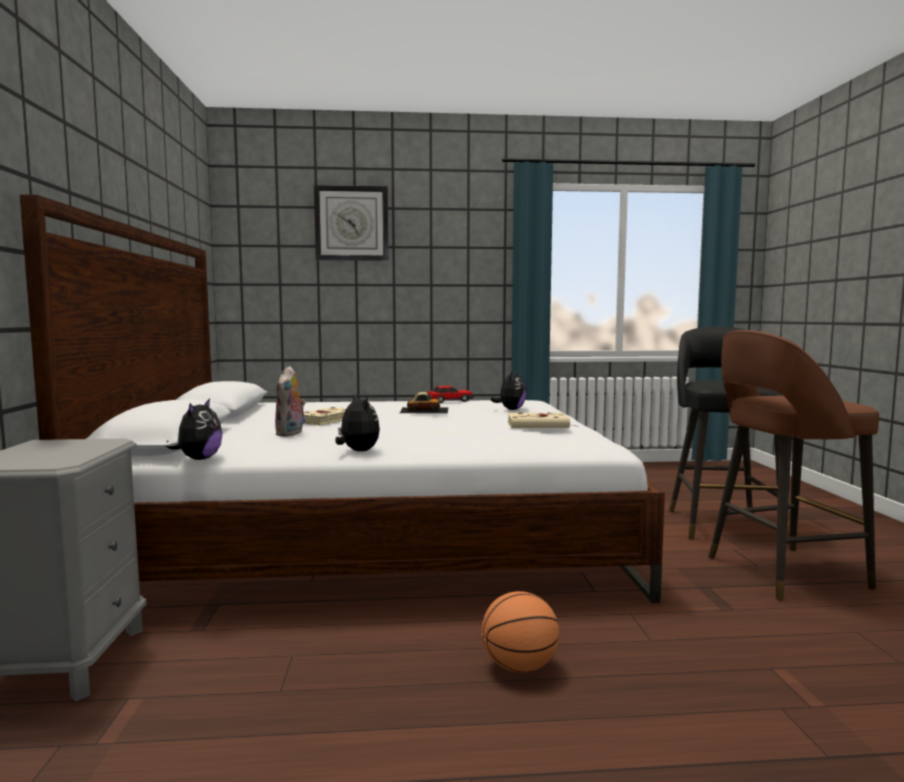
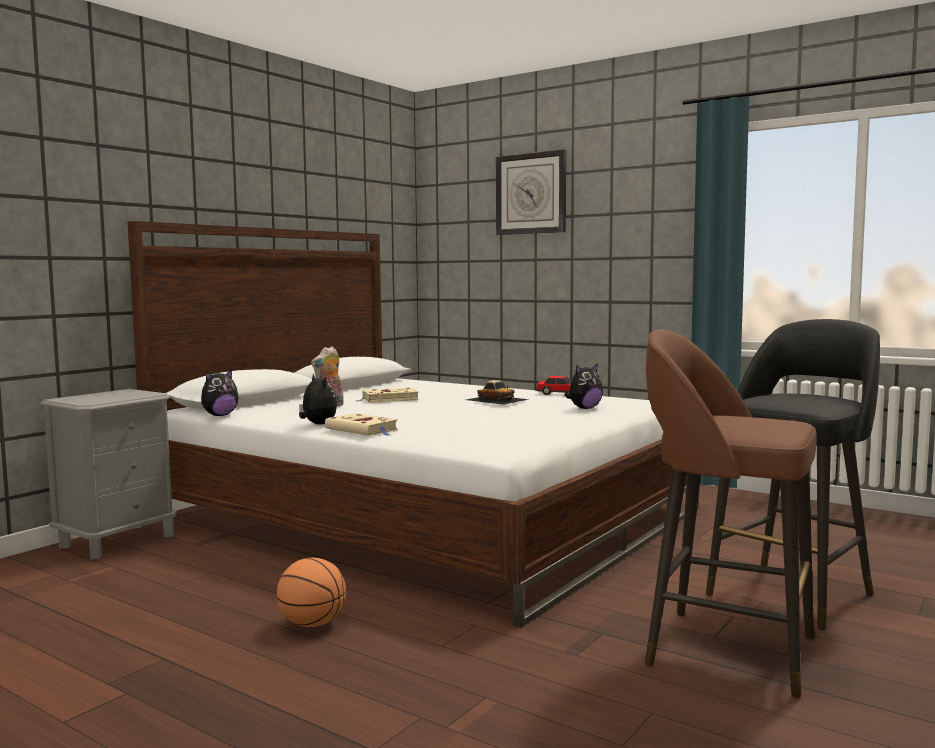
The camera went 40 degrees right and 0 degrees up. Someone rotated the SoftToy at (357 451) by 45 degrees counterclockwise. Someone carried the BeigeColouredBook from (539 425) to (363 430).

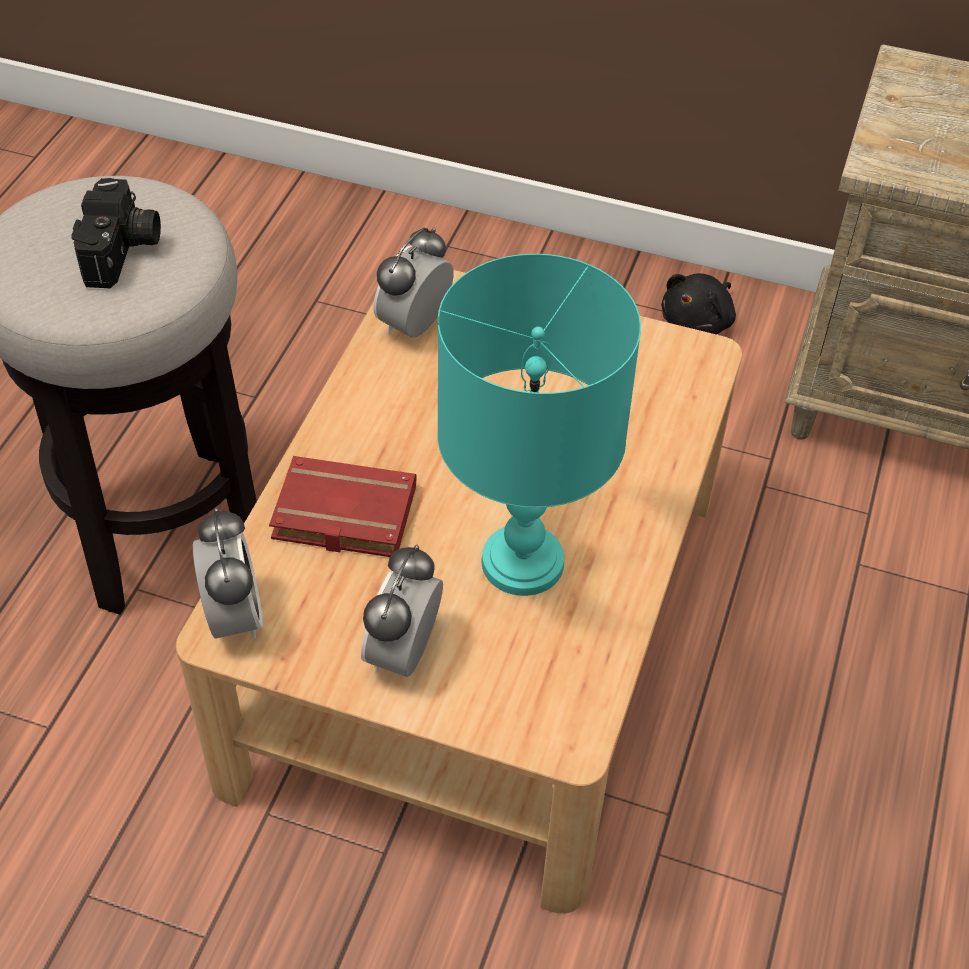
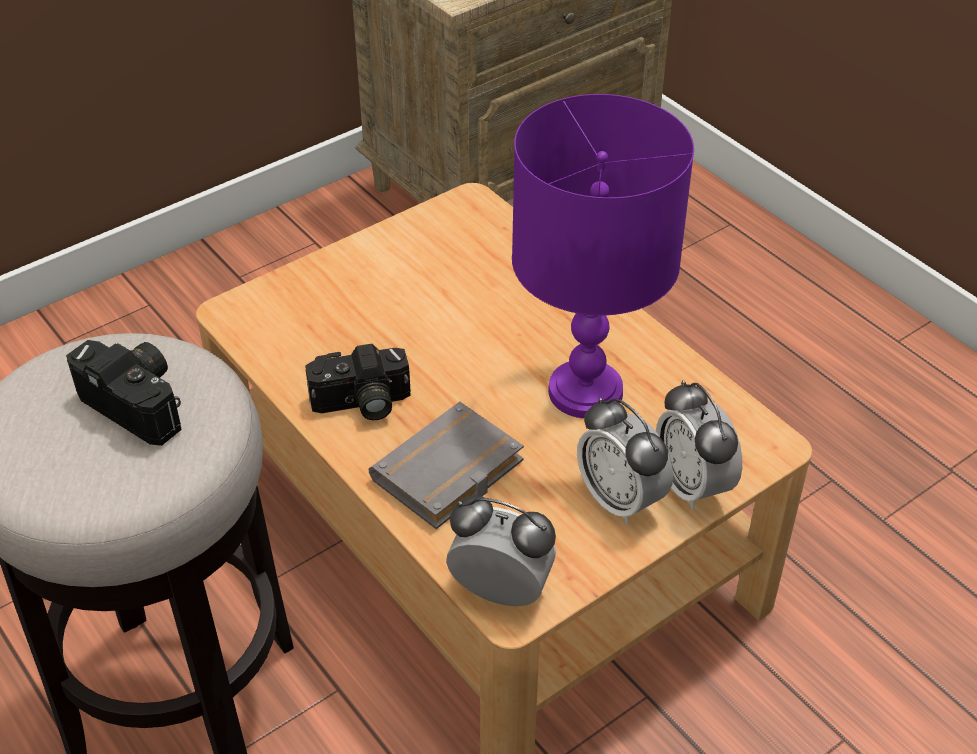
The camera went 55 degrees left and 5 degrees down. Someone put down the StillCamera at (361 404). Someone repainted the ReddishBook at (341 516), which became the GrayBook at (448 475). Someone repainted the TurquoiseColouredLampForATable at (524 563), which became the PurplishLampForATable at (587 391). Someone carried the AlarmClock from (414 326) to (692 485). Someone took away the BlackishSoftToy at (698 322).

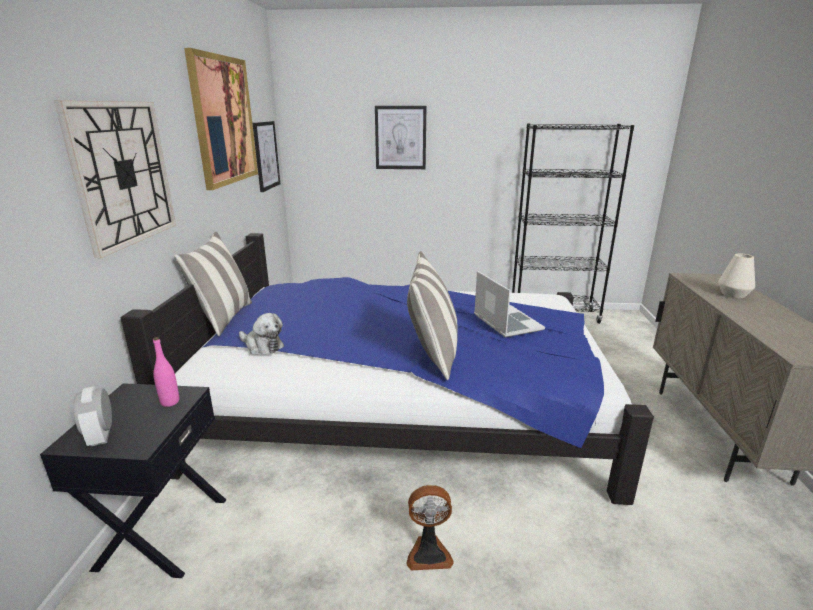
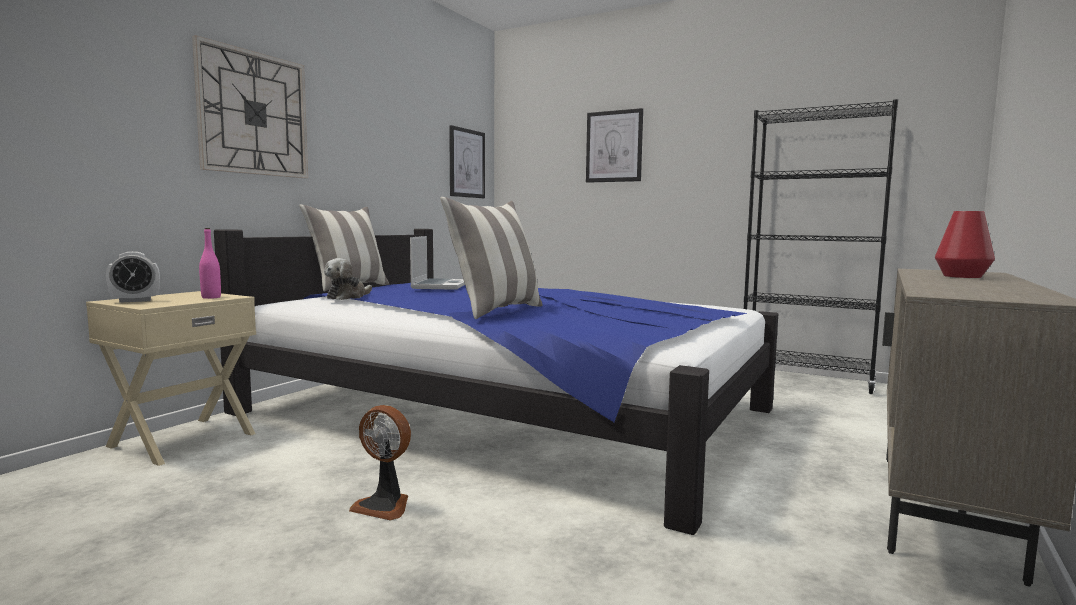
The camera went 25 degrees right and 15 degrees down. Someone repainted the BlackishBedsideTable at (161 532), which became the BeigeColouredBedsideTable at (182 439). Someone rotated the AlarmClock at (101 436) by 120 degrees counterclockwise. Someone rotated the SoftToy at (262 346) by 60 degrees clockwise. Someone carried the NotebookComputer from (506 322) to (439 286). Someone repainted the WhiteVase at (733 295), which became the ReddishVase at (961 276). Someone took away the WallPicture at (224 121).

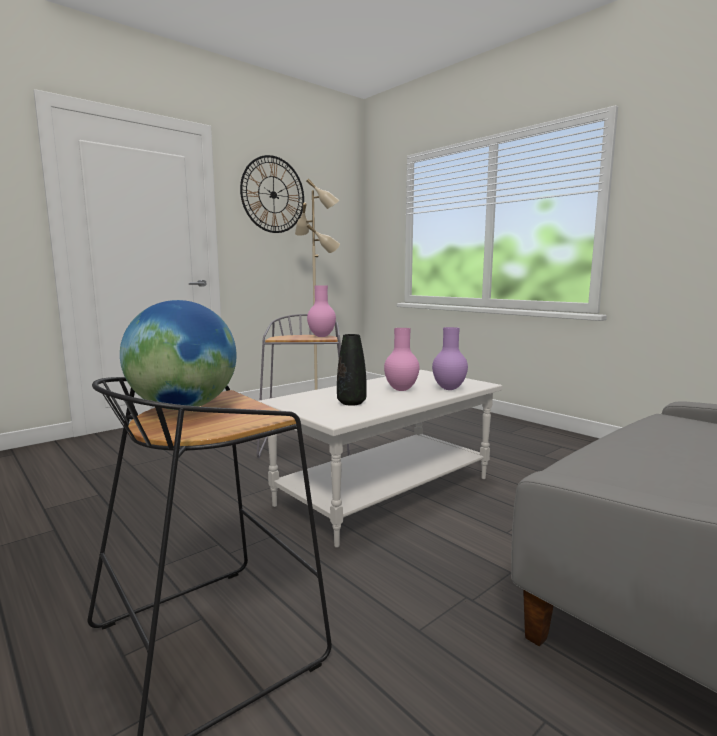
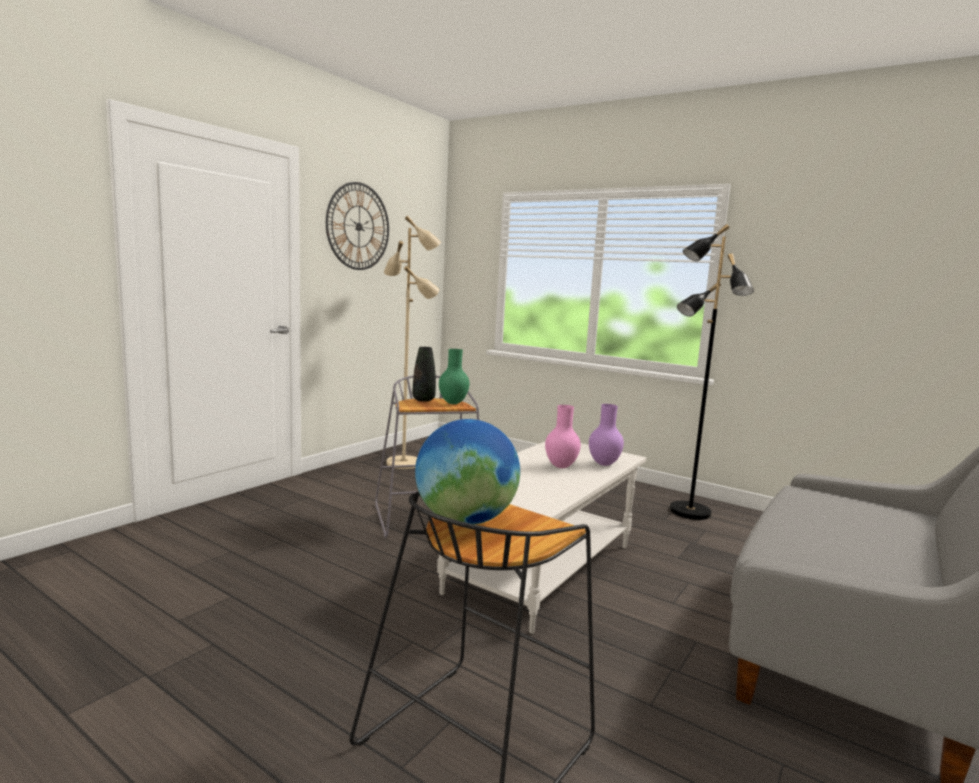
The camera went 15 degrees left and 0 degrees up. Someone carried the BlackishVase from (351 403) to (423 400). Someone repainted the PinkVase at (322 336), which became the GreenVase at (454 403). Someone put down the BlackishFloorLamp at (689 512).

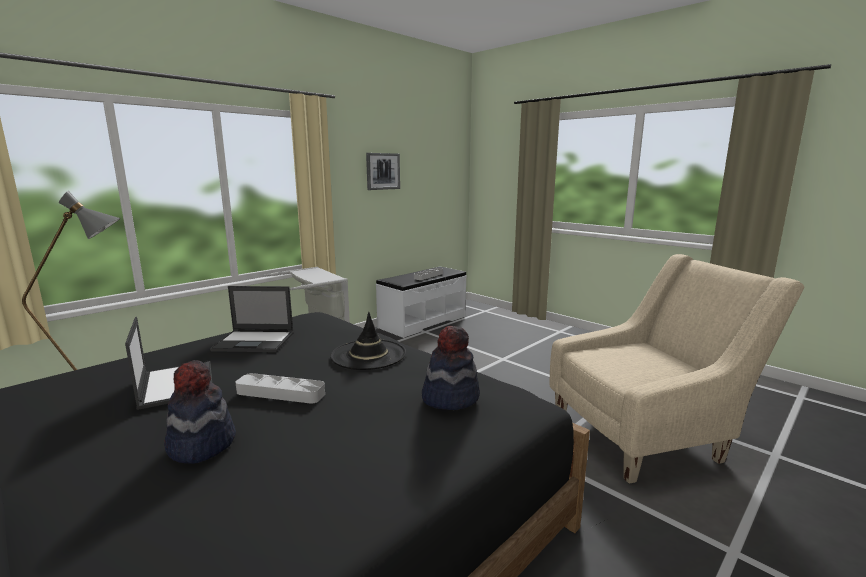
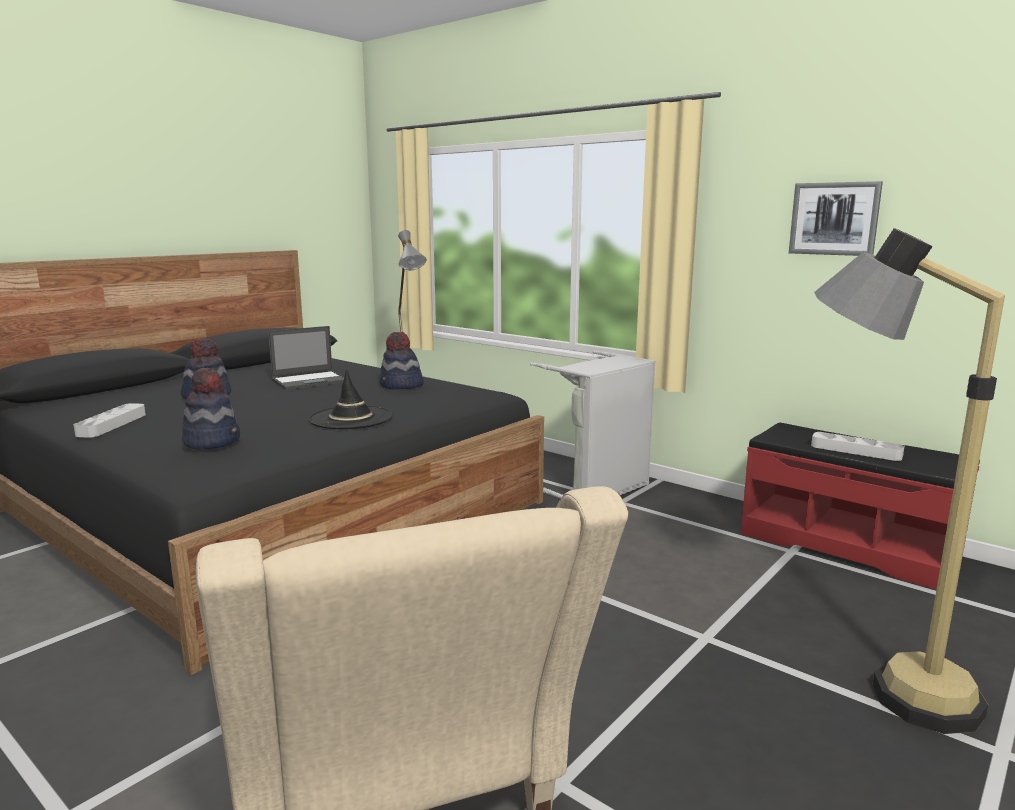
The camera went 85 degrees right and 0 degrees up. Someone carried the GrayCarryingTray from (280 393) to (112 424). Someone swapped the NotebookComputer at (255 341) for the ClothingHat at (401 386). Someone repainted the WhiteIndoorBench at (422 321), which became the ReddishIndoorBench at (847 545). Someone put down the FloorLamp at (875 685).

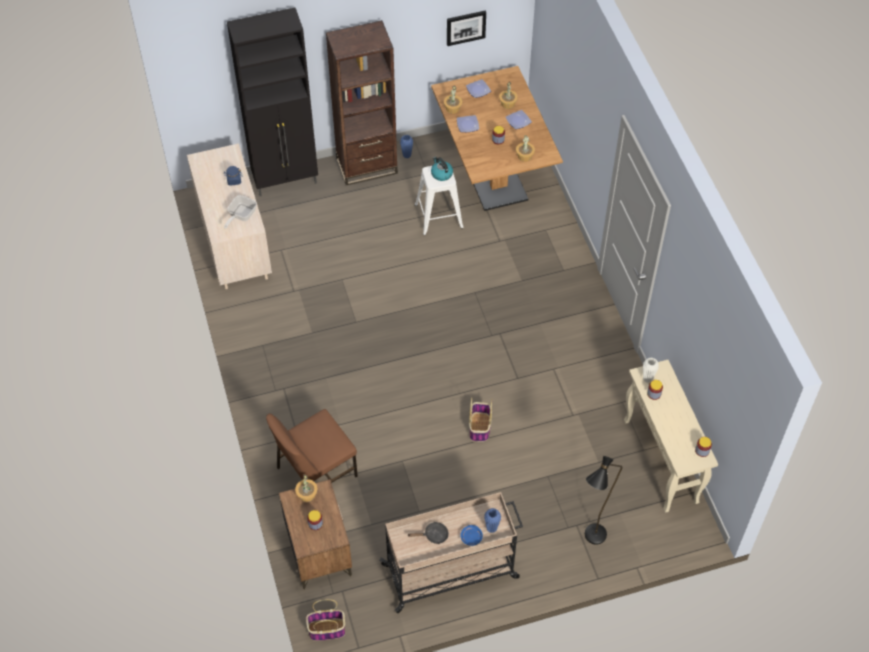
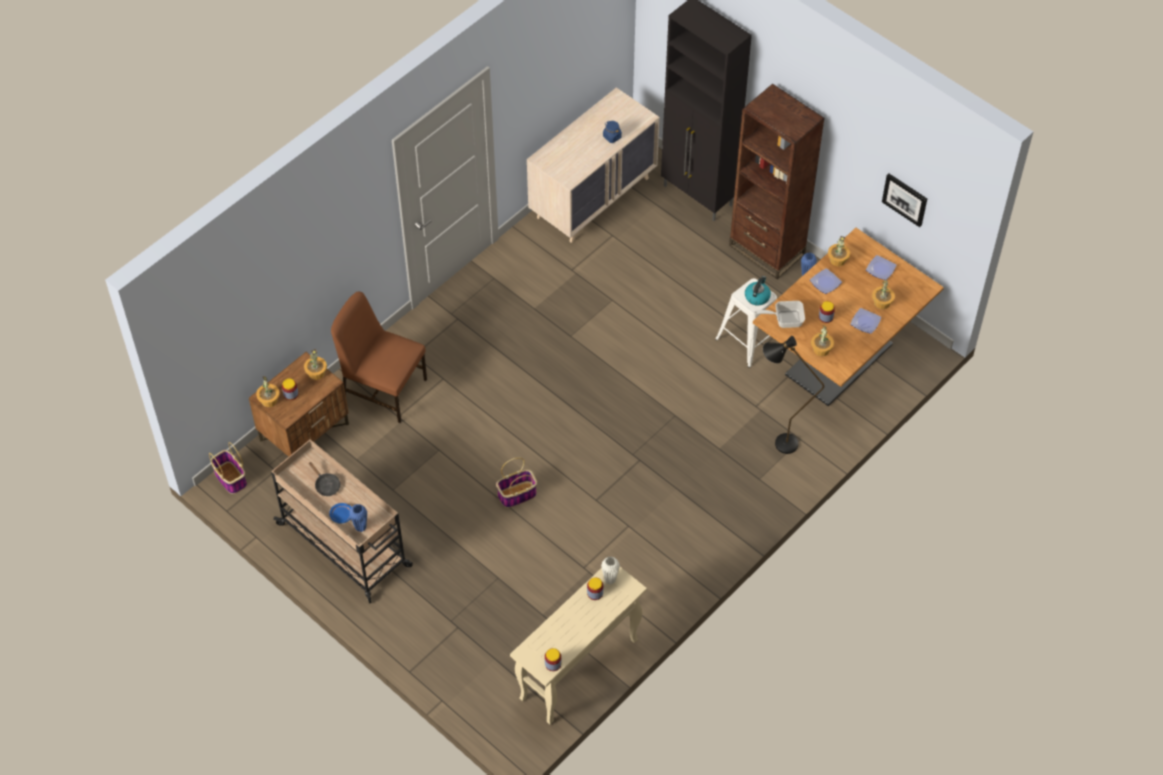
The camera went 60 degrees right and 0 degrees up. Someone put down the PottedPlant at (269 400). Someone carried the Skillet from (240 216) to (784 319). Someone carried the BlackishFloorLamp from (591 541) to (777 444).

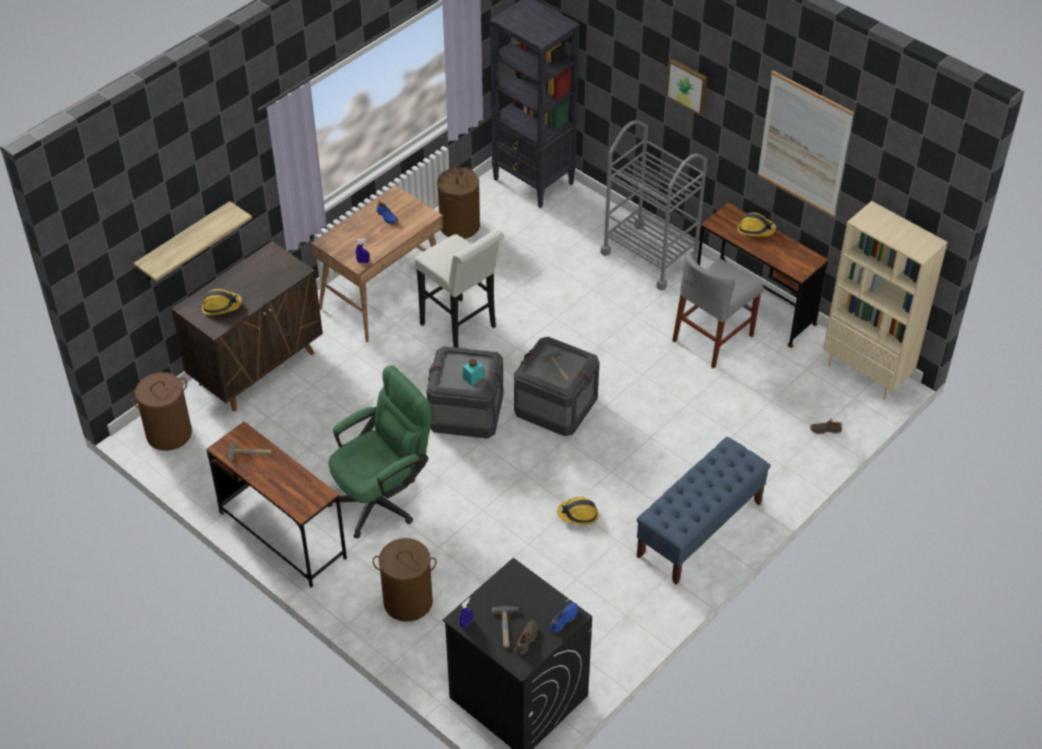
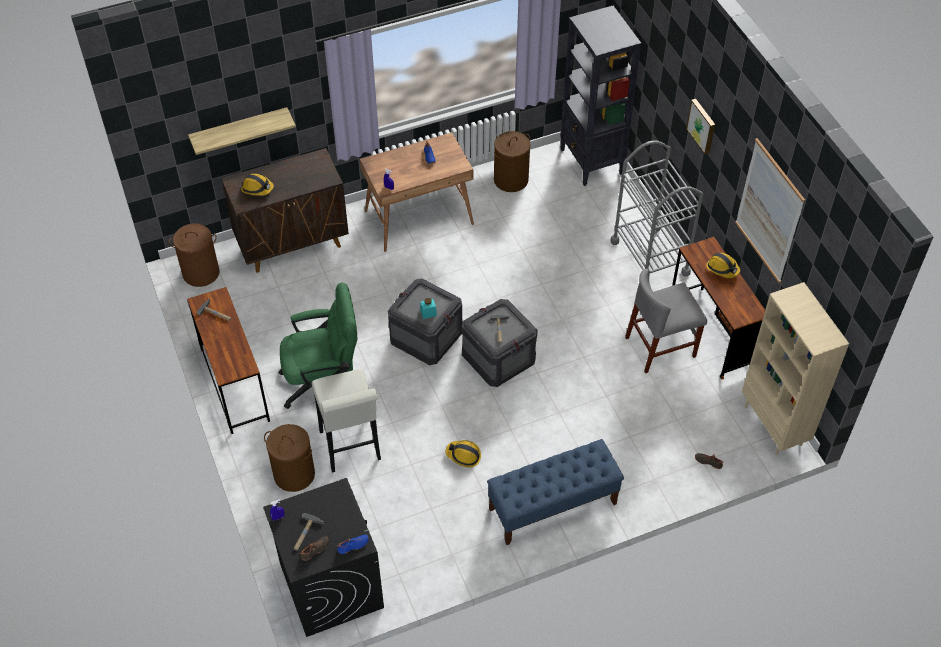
The camera went 25 degrees right and 5 degrees up. Someone carried the WhiteStool from (461 328) to (351 449).

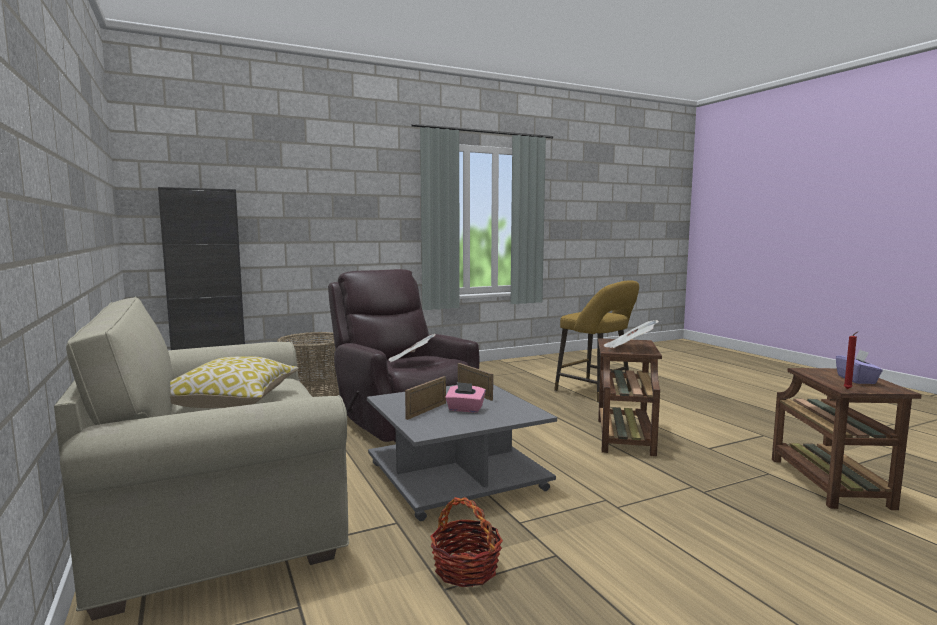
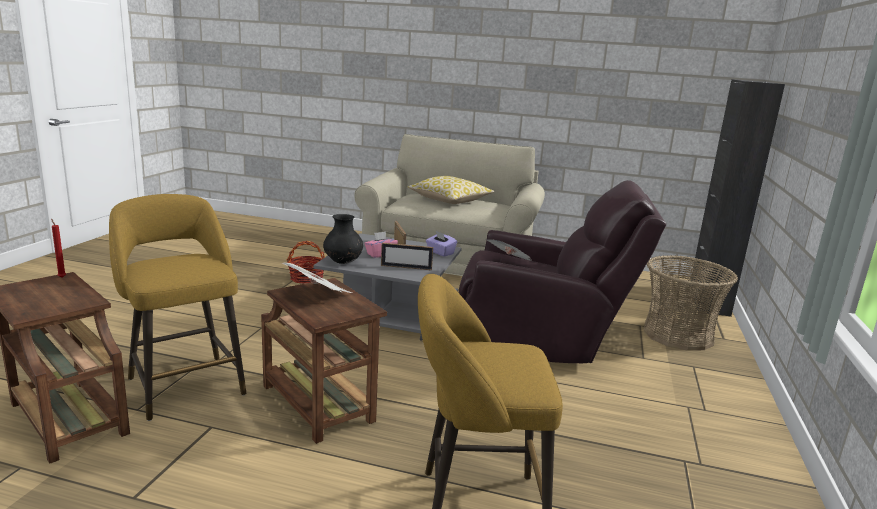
The camera went 130 degrees right and 10 degrees up. Someone put down the YellowishStool at (184 383). Someone put down the BlackishVase at (343 262). Someone carried the PurplishBoxOfTissues from (857 380) to (440 252).

